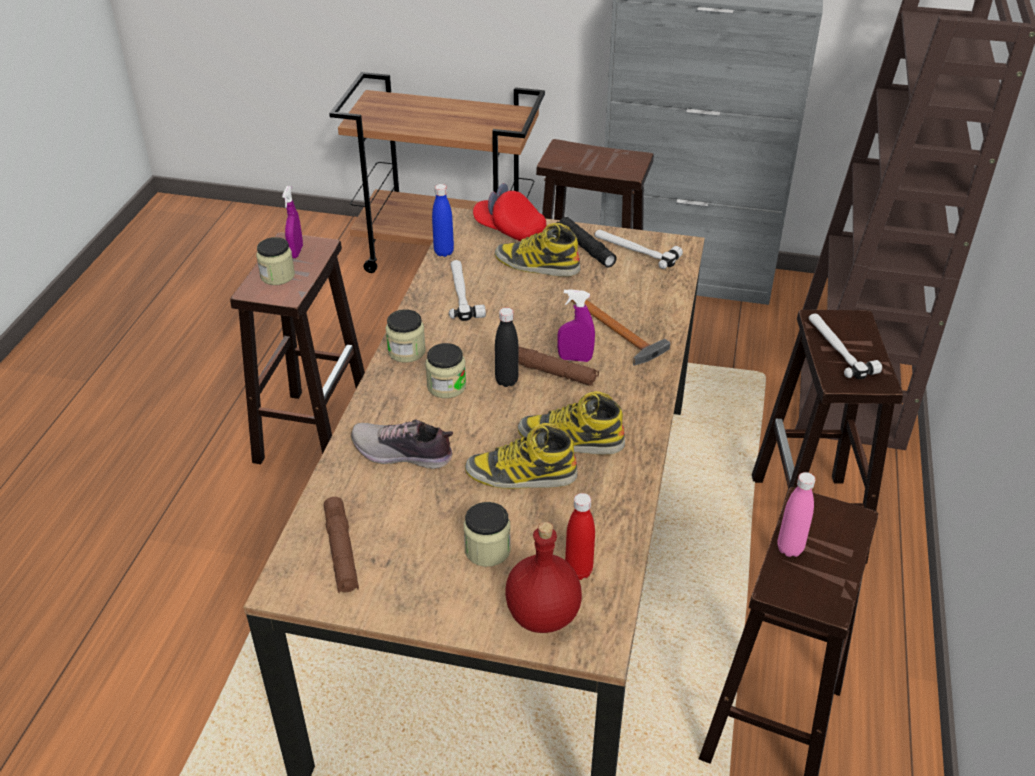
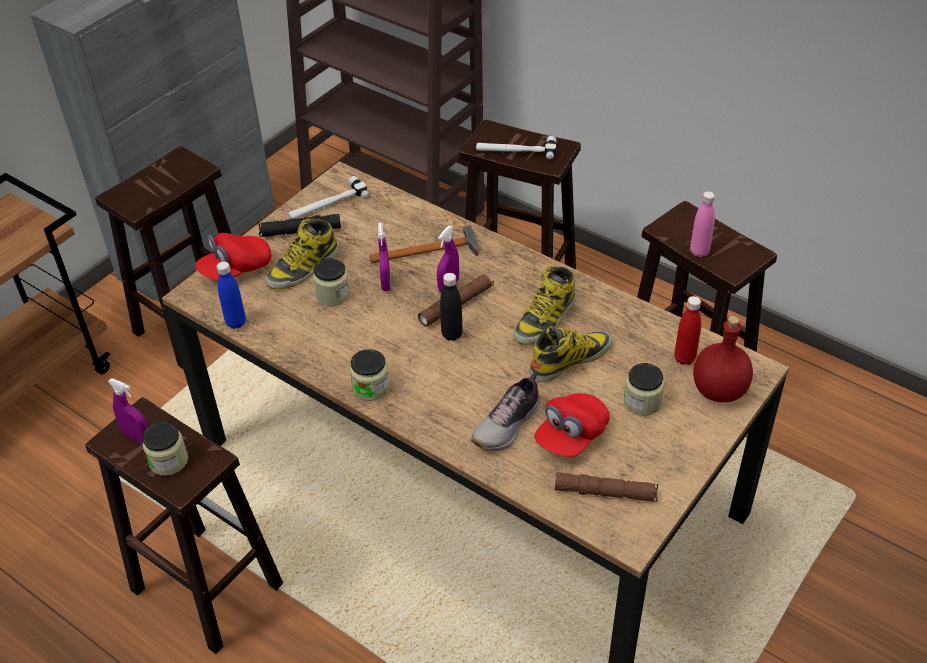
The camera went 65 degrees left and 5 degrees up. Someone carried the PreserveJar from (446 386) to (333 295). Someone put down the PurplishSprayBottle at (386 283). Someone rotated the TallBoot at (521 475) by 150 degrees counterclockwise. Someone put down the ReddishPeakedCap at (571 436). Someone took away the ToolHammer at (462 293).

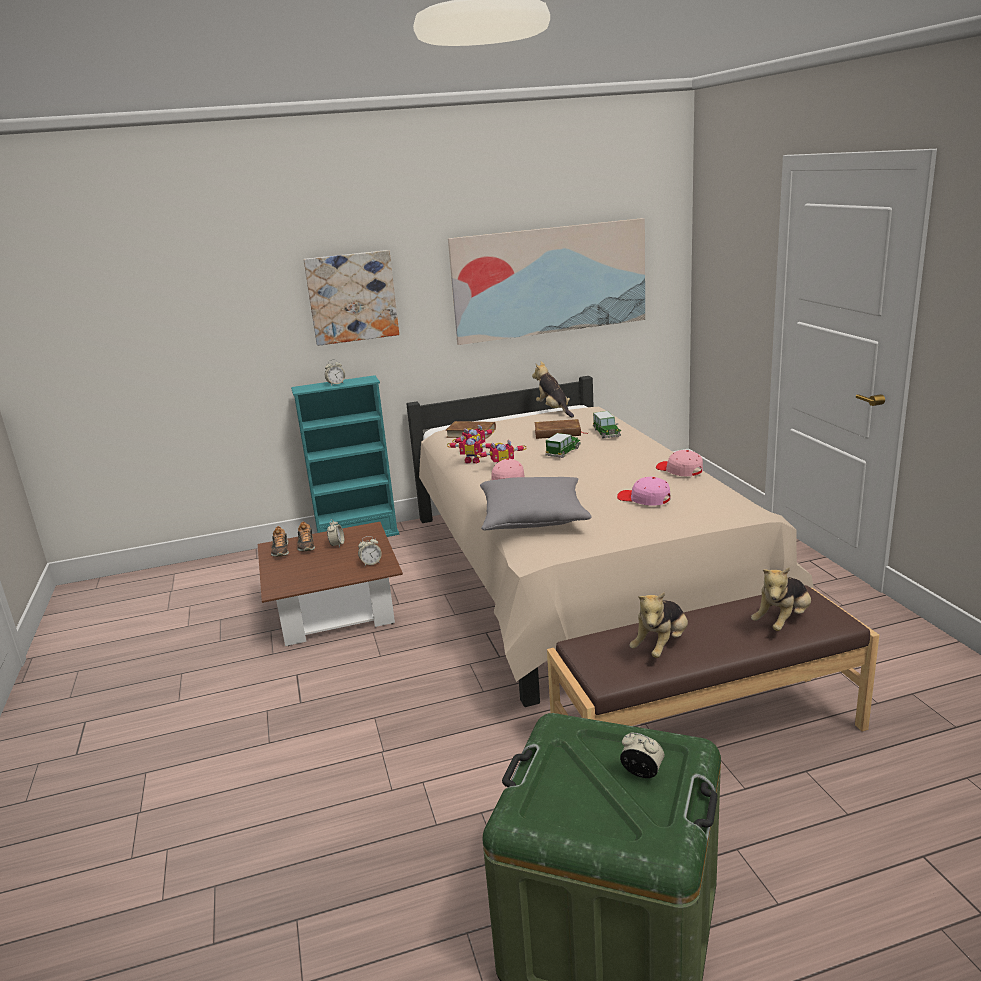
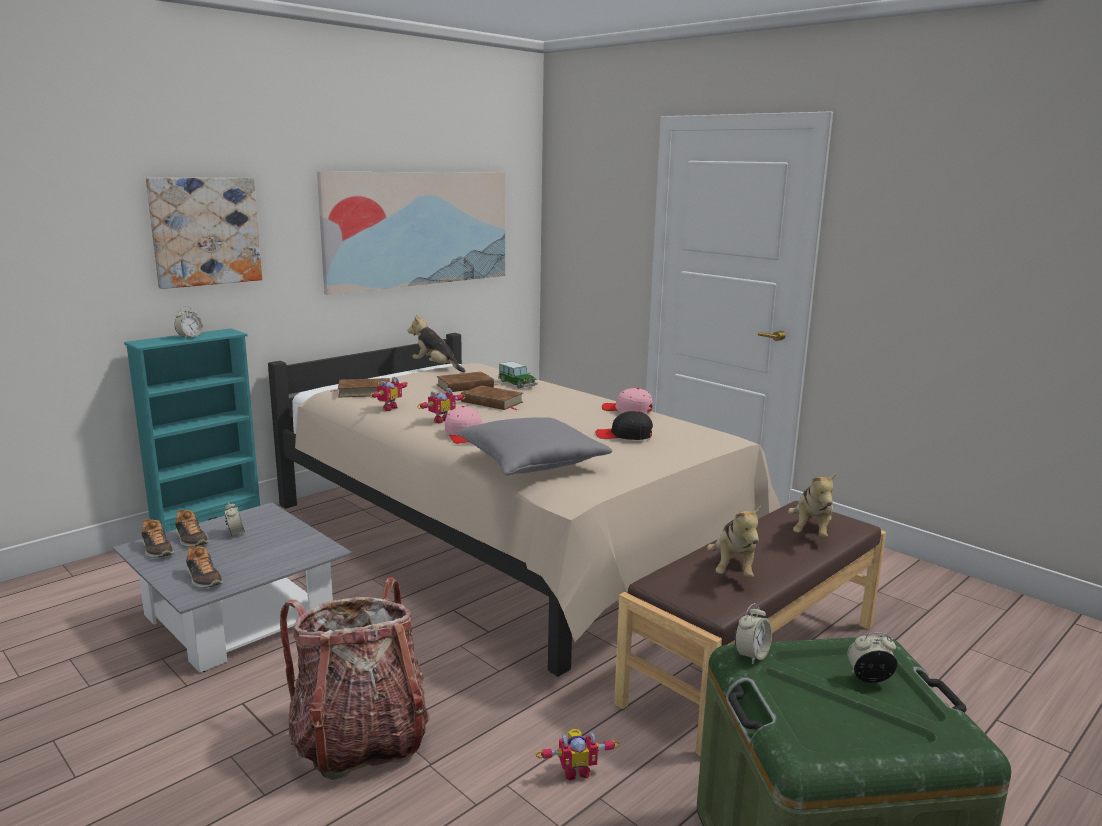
The camera went 30 degrees left and 5 degrees down. Someone repainted the BrownishCoffeeTable at (334 609), which became the GrayCoffeeTable at (239 617). Someone put down the Shoe at (203 579). Someone put down the Rucksack at (360 739). Someone swapped the ToyCar at (563 452) for the BrownishBook at (492 402). Someone carried the ModelRobot from (473 461) to (576 771). Someone repainted the PinkPeakedCap at (644 499), which became the BlackishPeakedCap at (624 436). Someone carried the AlarmClock from (371 563) to (751 655).

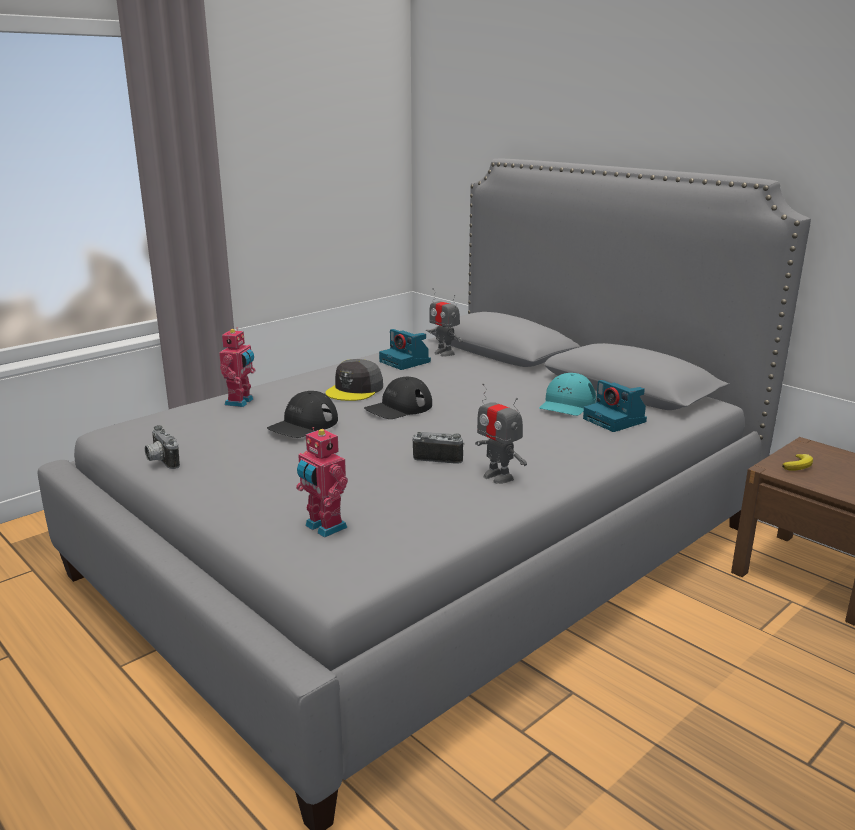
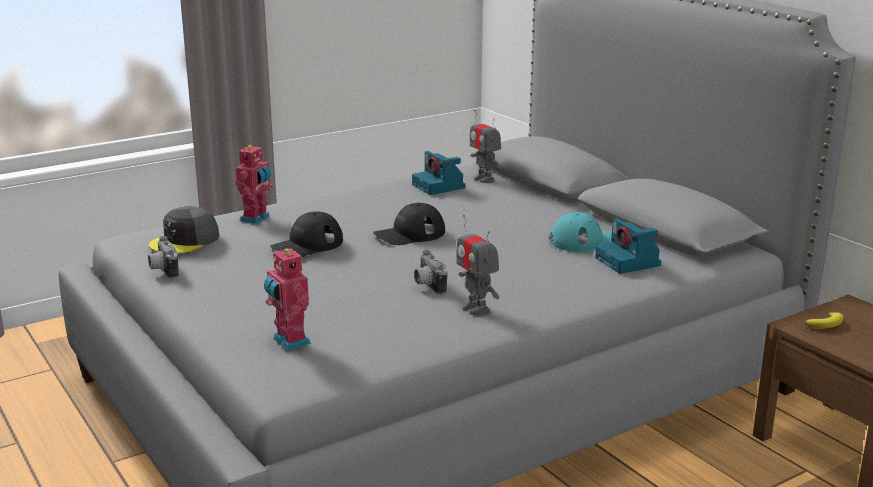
The camera went 10 degrees right and 0 degrees up. Someone carried the GrayPeakedCap from (355 390) to (185 241). Someone rotated the StillCamera at (439 457) by 135 degrees counterclockwise. Someone rotated the TurquoiseColouredPeakedCap at (567 404) by 135 degrees counterclockwise.

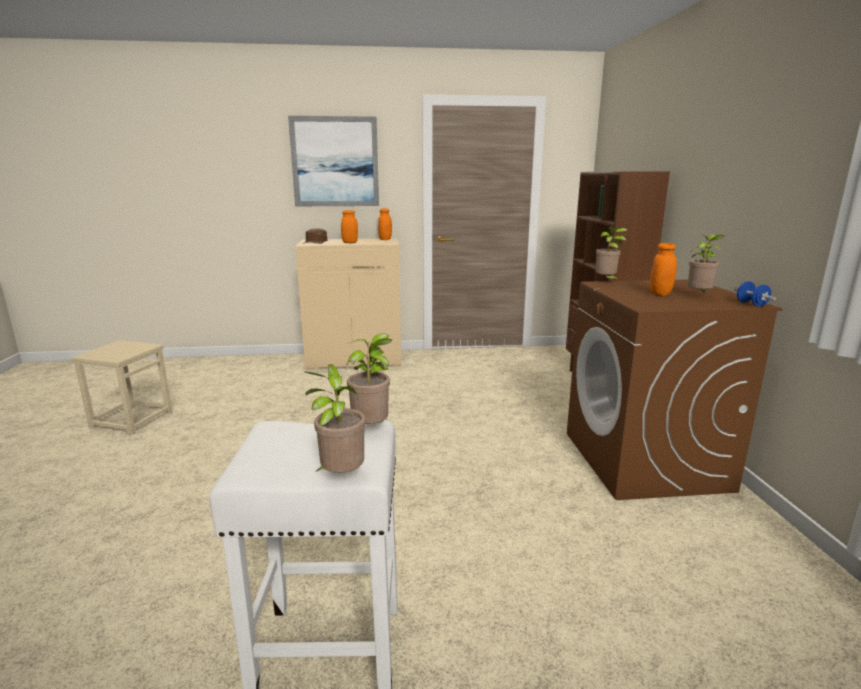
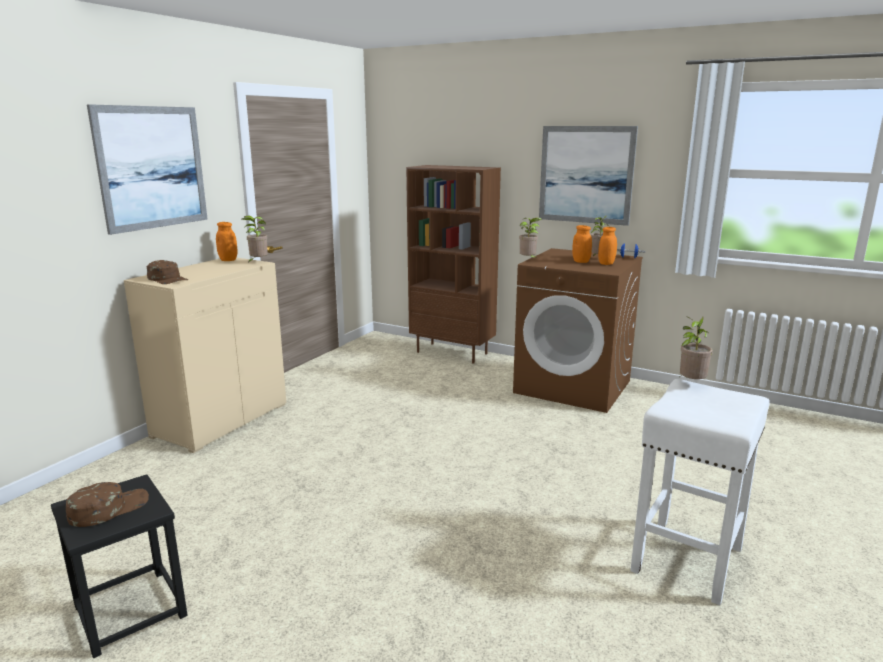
The camera went 55 degrees left and 0 degrees up. Someone repainted the BeigeColouredStool at (131 419), which became the BlackishStool at (129 611). Someone put down the BrownishPeakedCap at (109 508). Someone carried the PottedPlant from (340 477) to (257 262). Someone put up the WallPicture at (586 175). Someone carried the OrangeColouredPreserveJar from (350 242) to (606 263).

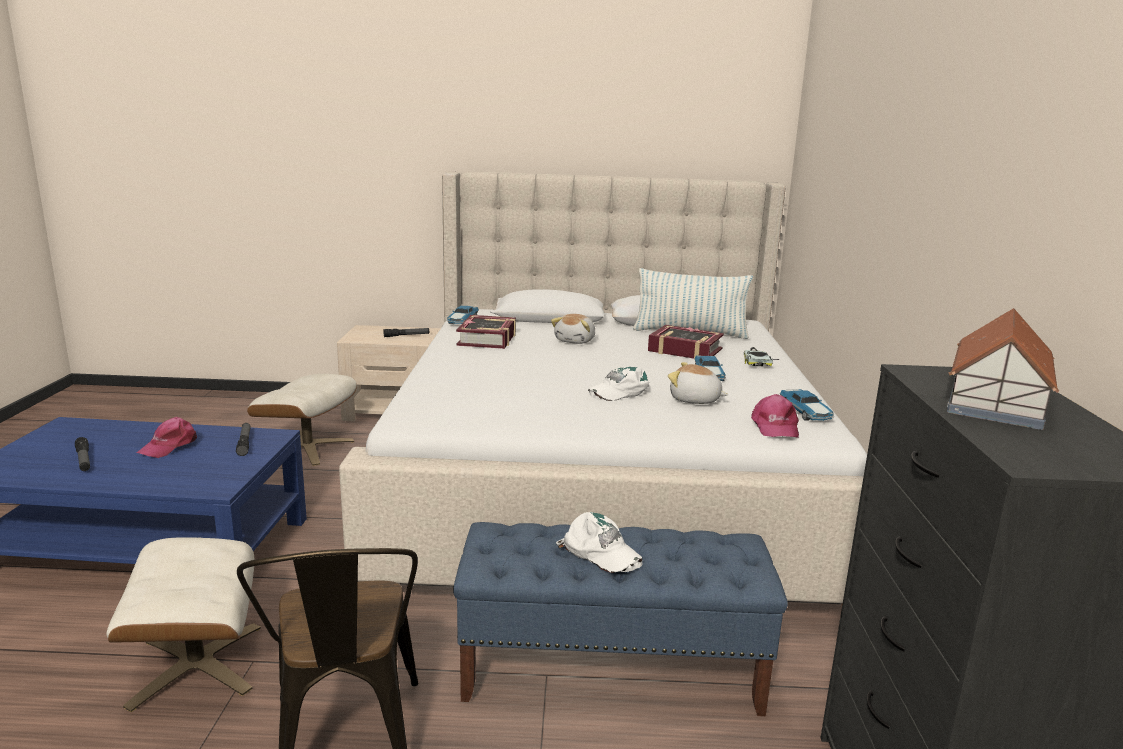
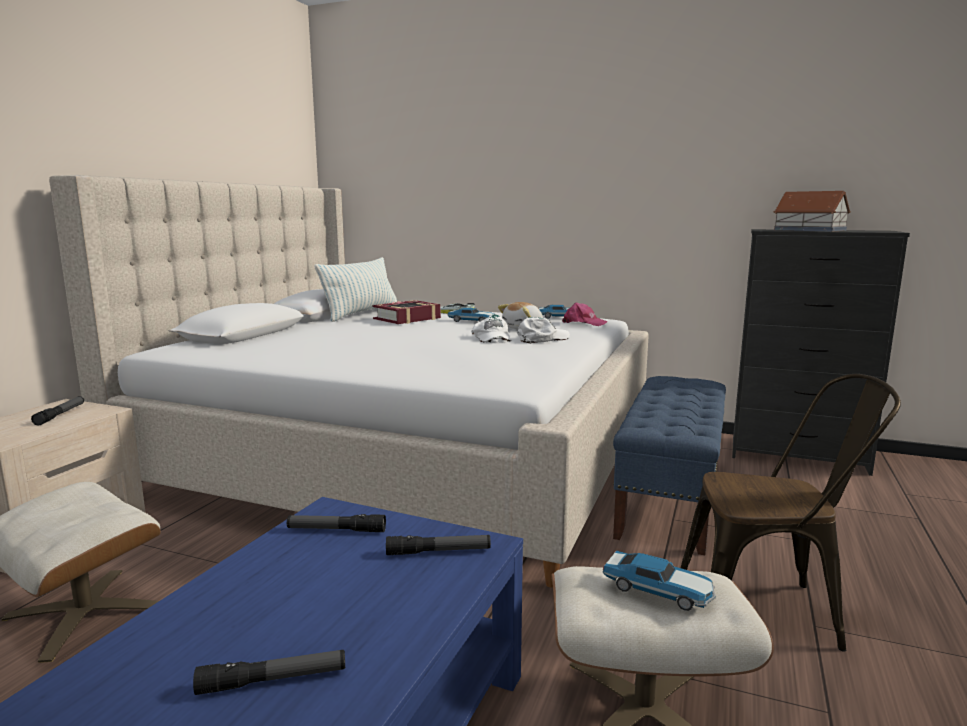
The camera went 70 degrees left and 5 degrees down. Someone put down the Torch at (438 552). Someone carried the WhitePeakedCap from (600 552) to (542 338). Someone carried the ToyCar from (462 321) to (659 590). Someone took away the PinkPeakedCap at (170 446). Someone took away the Book at (487 339). Someone took away the SoftToy at (576 341).

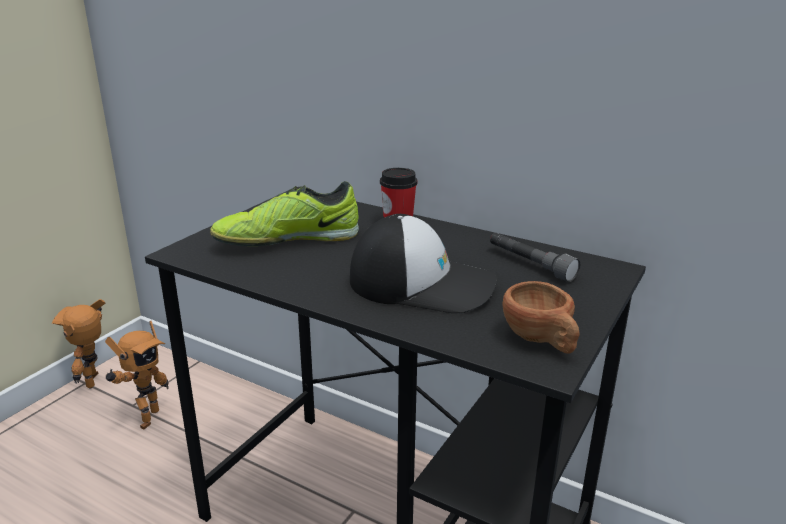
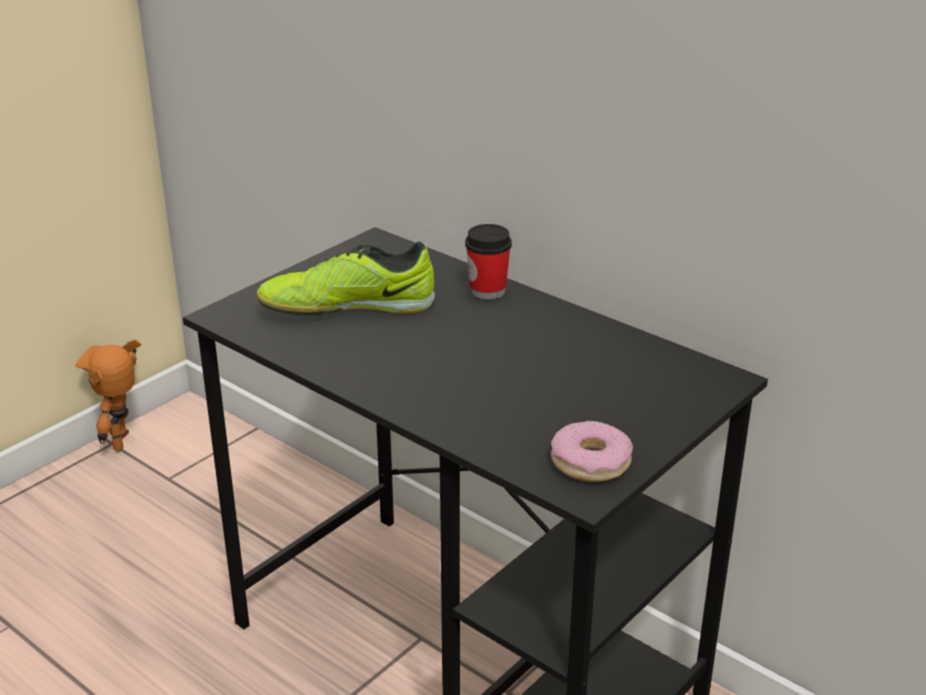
The camera went 10 degrees right and 5 degrees up. Someone swapped the BrownishSmallCup at (541 340) for the Doughnut at (590 462). Someone took away the ModelRobot at (145 418). Someone took away the PeakedCap at (423 283). Someone took away the GrayTorch at (530 264).

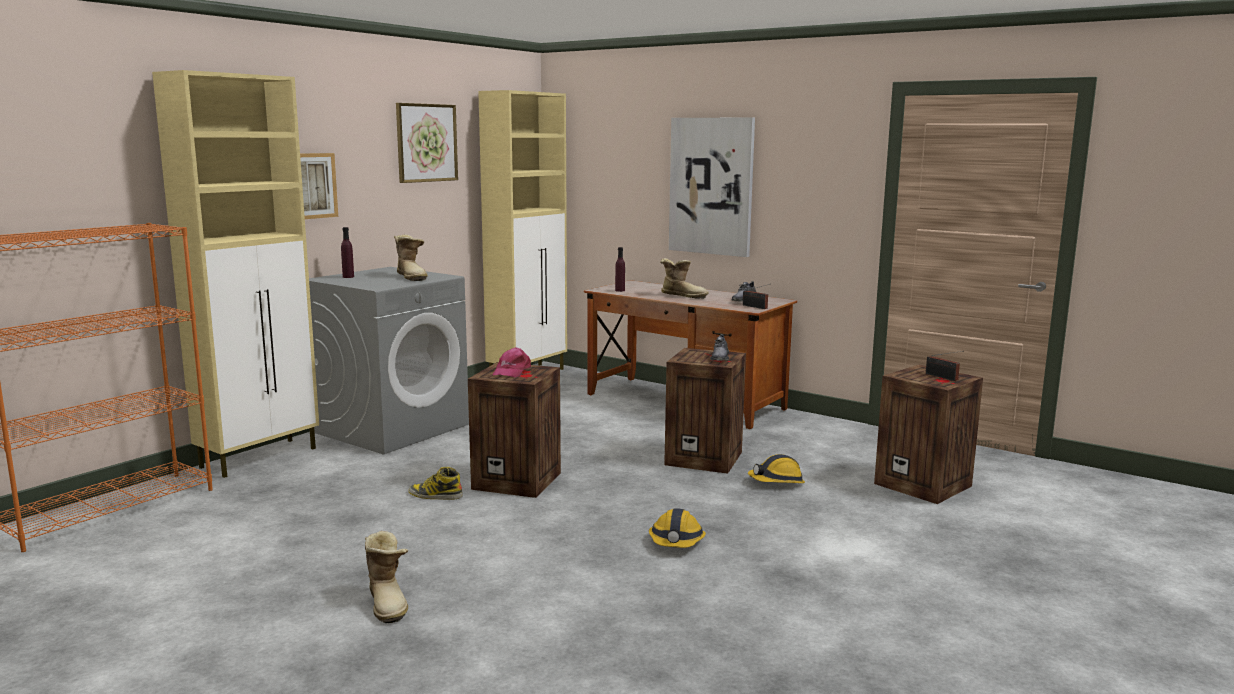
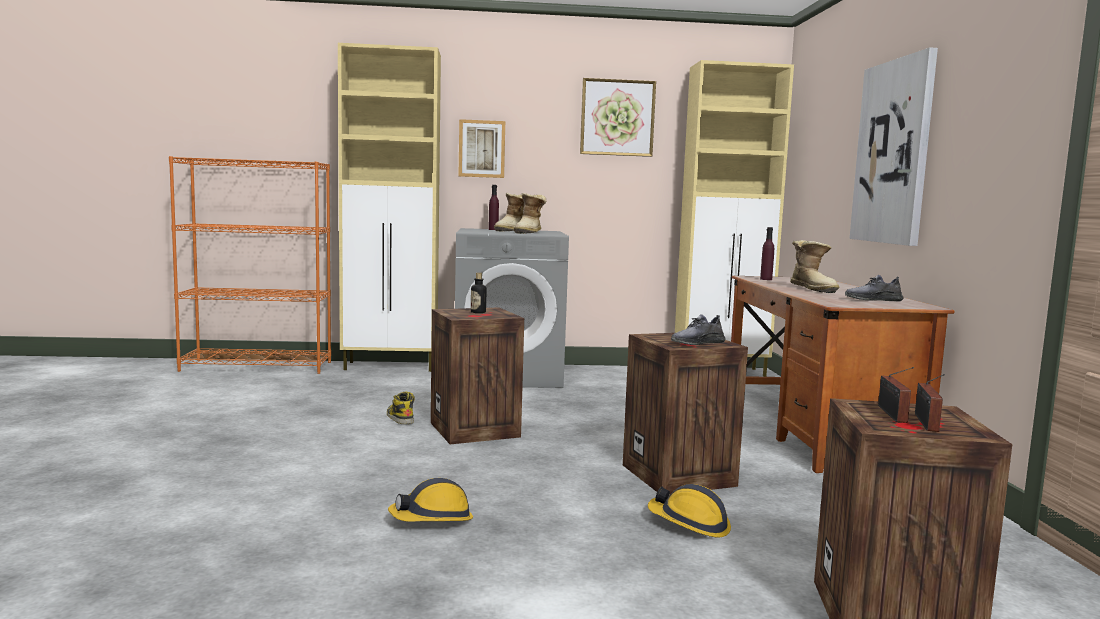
The camera went 50 degrees right and 5 degrees down. Someone swapped the PinkPeakedCap at (512 371) for the BeverageBottle at (478 312). Someone carried the TallBoot from (389 603) to (512 231). Someone carried the Radio from (756 307) to (892 415).

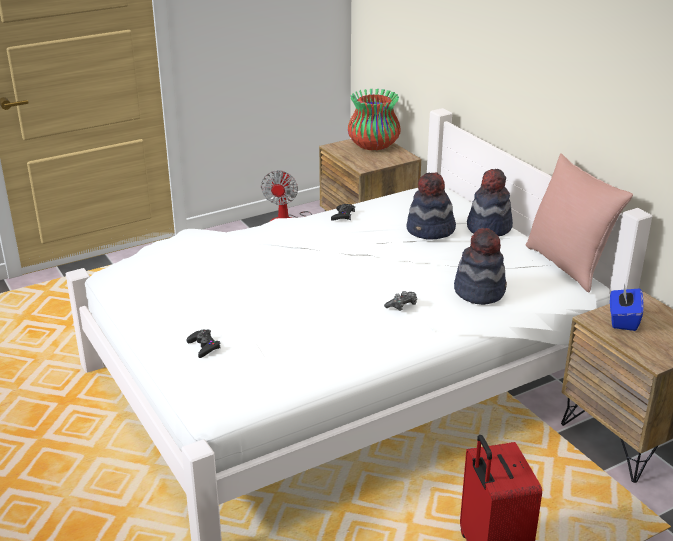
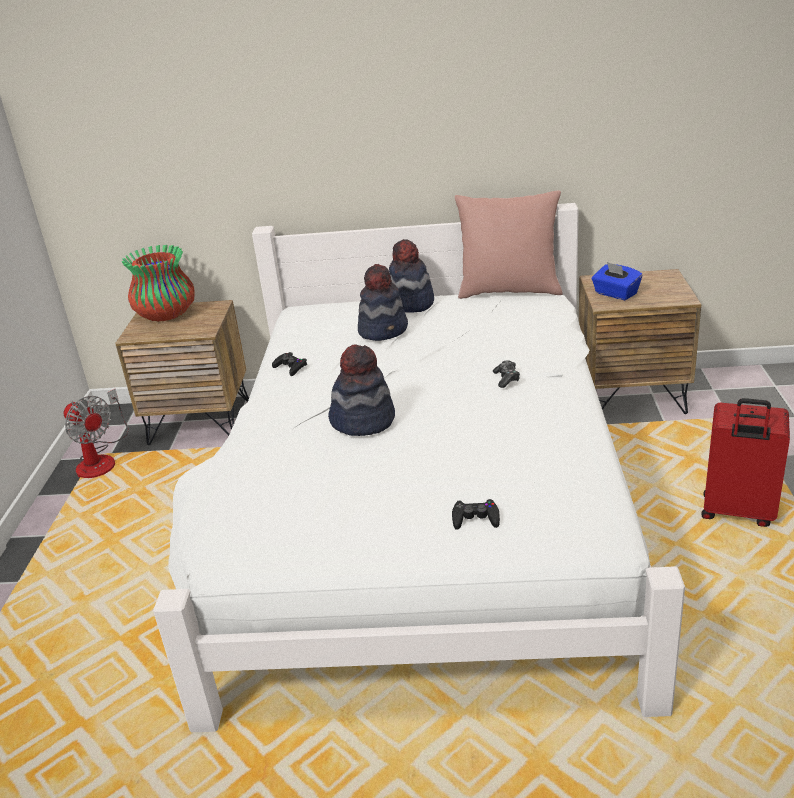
The camera went 55 degrees left and 0 degrees up. Someone carried the ClothingHat from (479 291) to (363 421).

